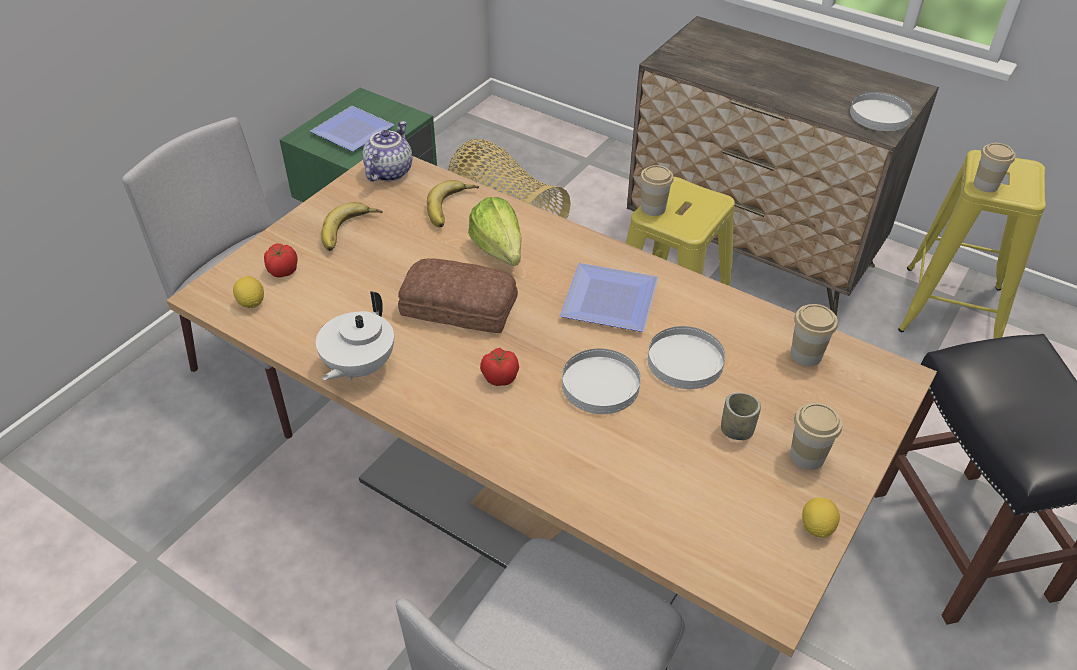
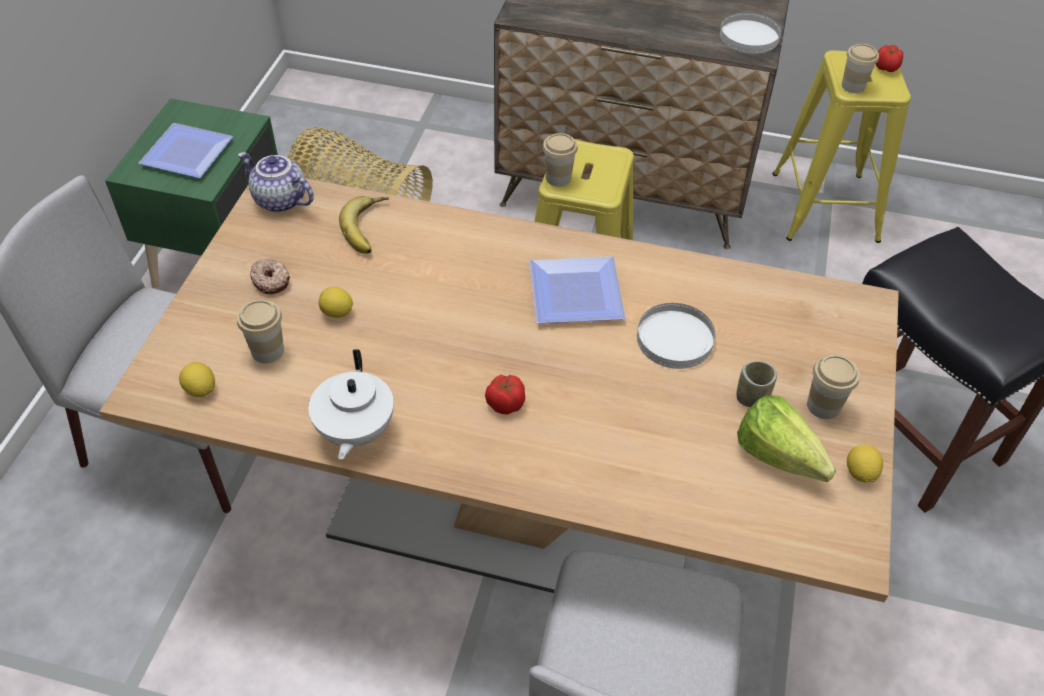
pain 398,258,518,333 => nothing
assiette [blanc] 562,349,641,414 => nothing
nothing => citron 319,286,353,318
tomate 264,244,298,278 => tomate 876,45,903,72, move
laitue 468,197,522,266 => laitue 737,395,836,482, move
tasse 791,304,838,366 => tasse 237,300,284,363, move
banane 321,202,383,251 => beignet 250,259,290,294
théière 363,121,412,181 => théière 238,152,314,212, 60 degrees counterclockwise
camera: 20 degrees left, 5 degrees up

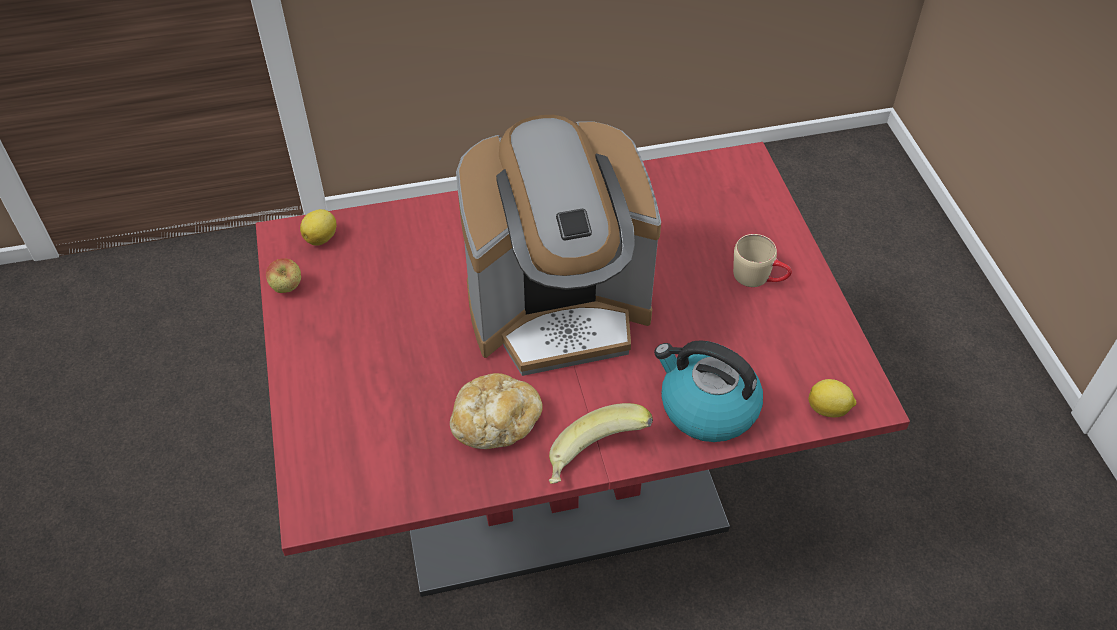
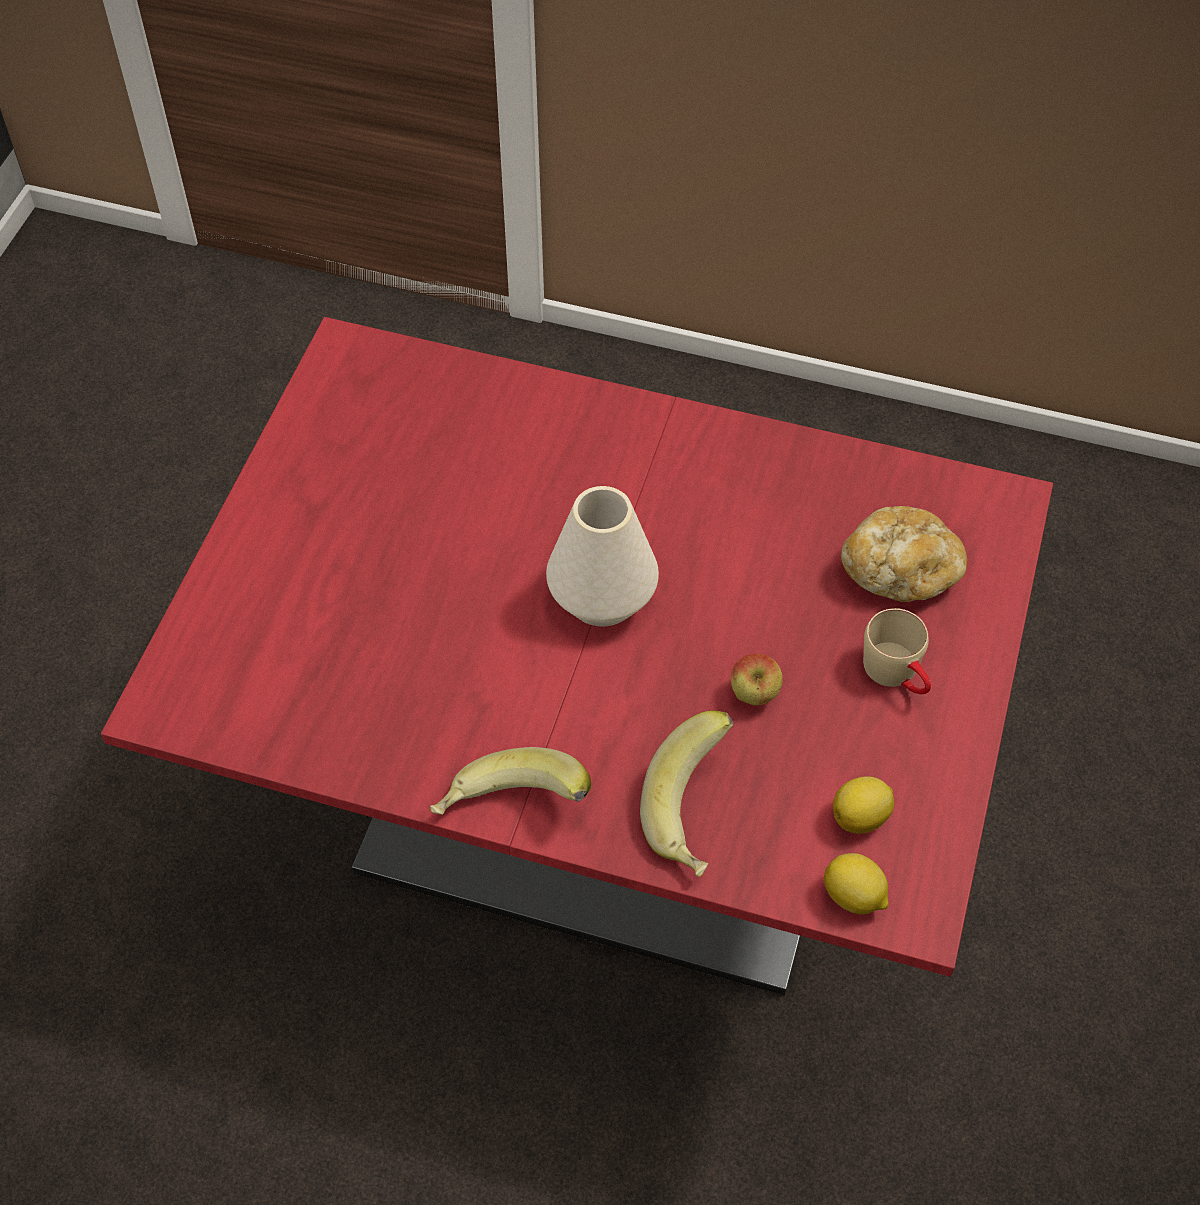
pomme 266,258,301,293 => pomme 731,654,783,705, move
citron 300,209,337,246 => citron 833,776,894,834, move
pain 450,373,543,449 => pain 841,506,967,602, move
machine à café 456,115,661,376 => vase [blanc] 546,486,659,626
bouilloire 654,340,763,442 => banane 640,710,733,877
camera: 30 degrees right, 5 degrees up

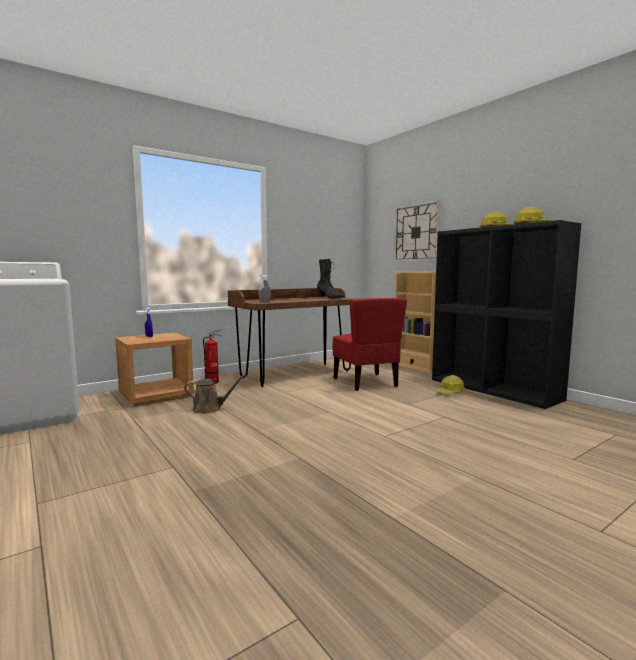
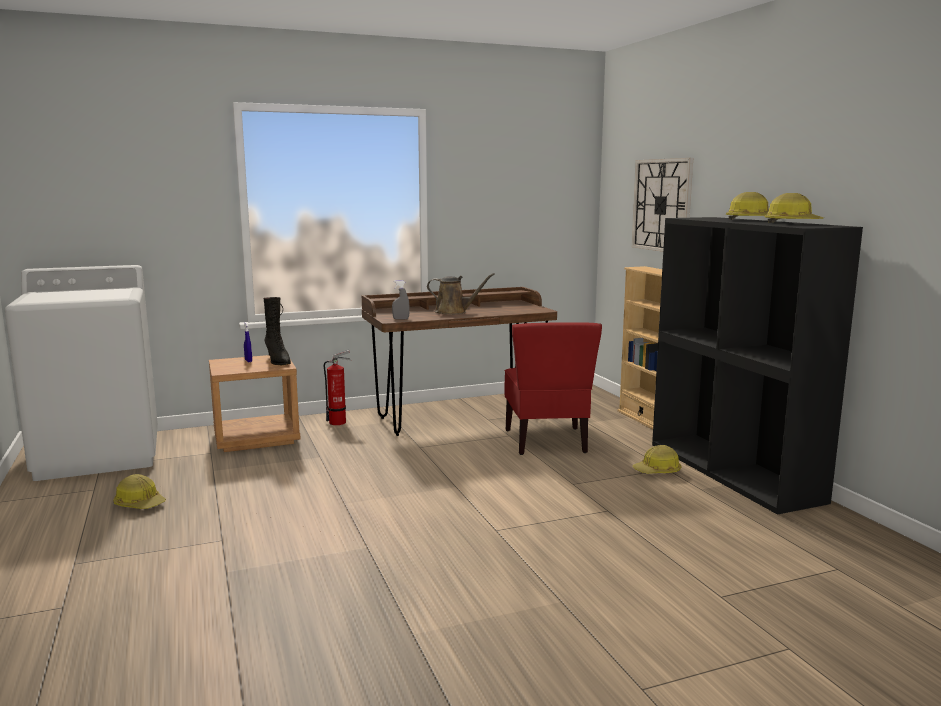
nothing => casque de chantier 113,474,166,509
arrosoir [marron] 184,375,245,414 => arrosoir [marron] 427,273,495,315, move
botte [noir] 317,259,344,299 => botte [noir] 263,297,291,365, move
camera: 15 degrees right, 5 degrees up

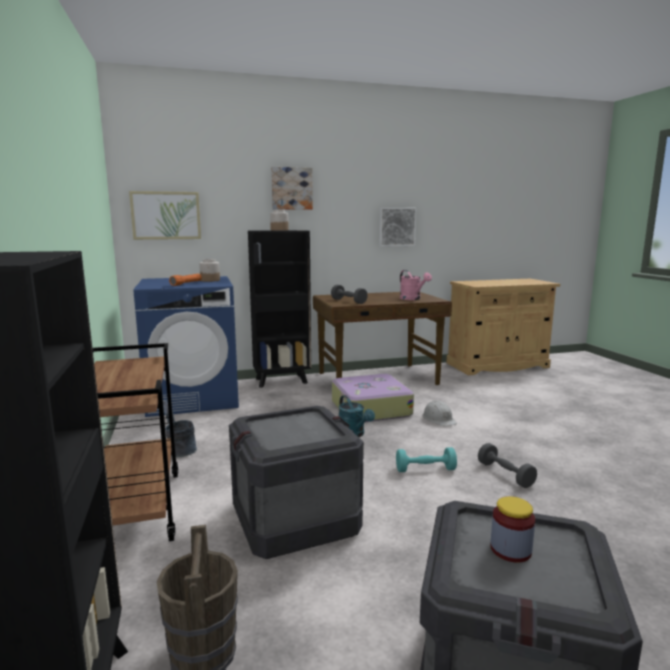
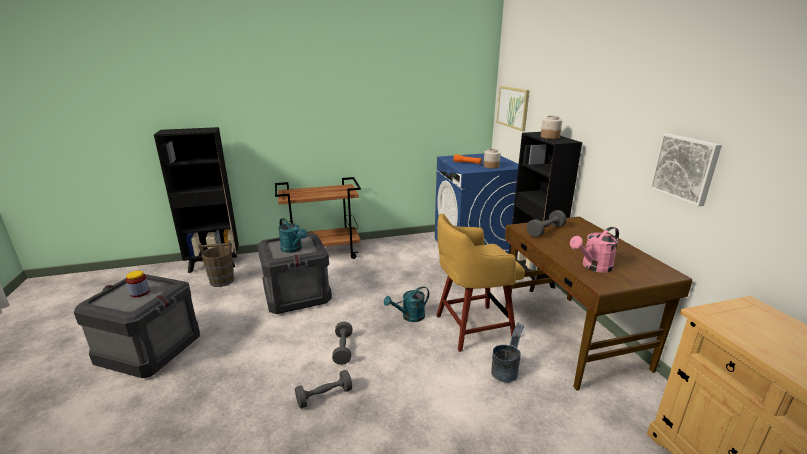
tableau 271,167,313,210 => nothing
casque de chantier [blanc] 422,401,457,426 => nothing
nothing => arrosoir [turquoise] 278,218,307,253
seau [gris] 163,400,197,457 => seau [gris] 491,322,524,383, move
valise 332,374,414,422 => tabouret [jaune] 436,213,525,352
haltère [turquoise] 396,447,457,472 => haltère [gris] 332,322,353,365
camera: 90 degrees right, 10 degrees up

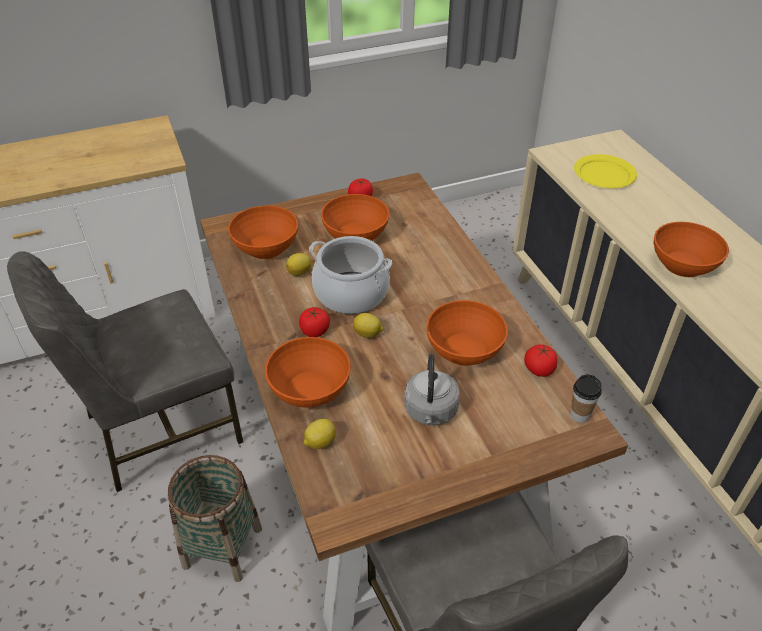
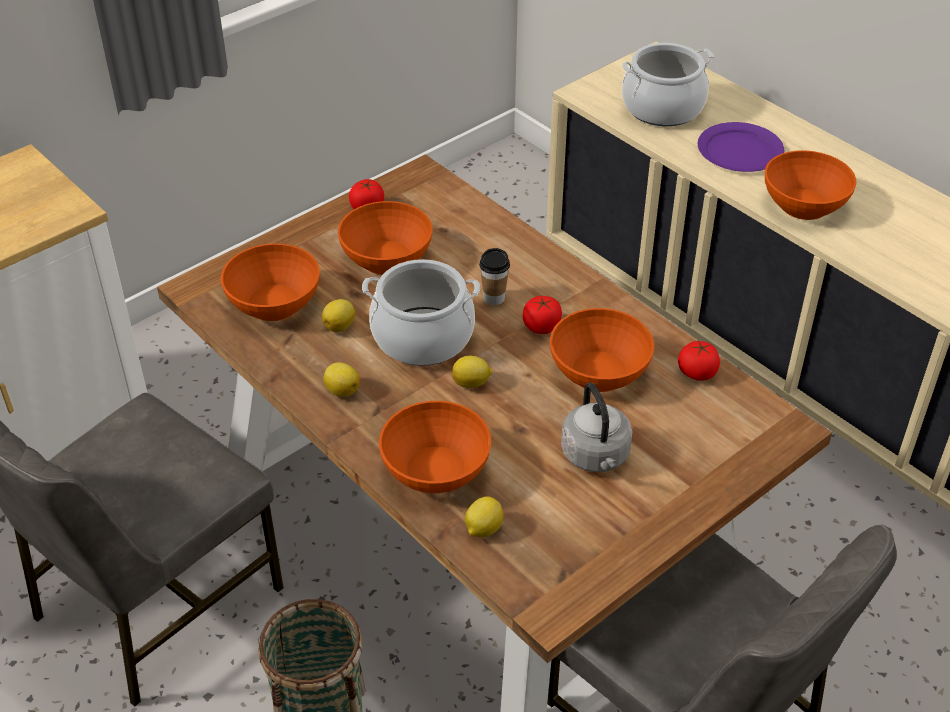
nothing => citron 323,362,360,397
nothing => assiette [violet] 698,122,784,172
tomate 299,307,330,337 => tomate 523,296,562,334, move
tasse 570,375,602,423 => tasse 479,248,510,305, move
assiette [jaune] 574,154,637,188 => marmite 622,43,714,126
camera: 20 degrees left, 0 degrees up

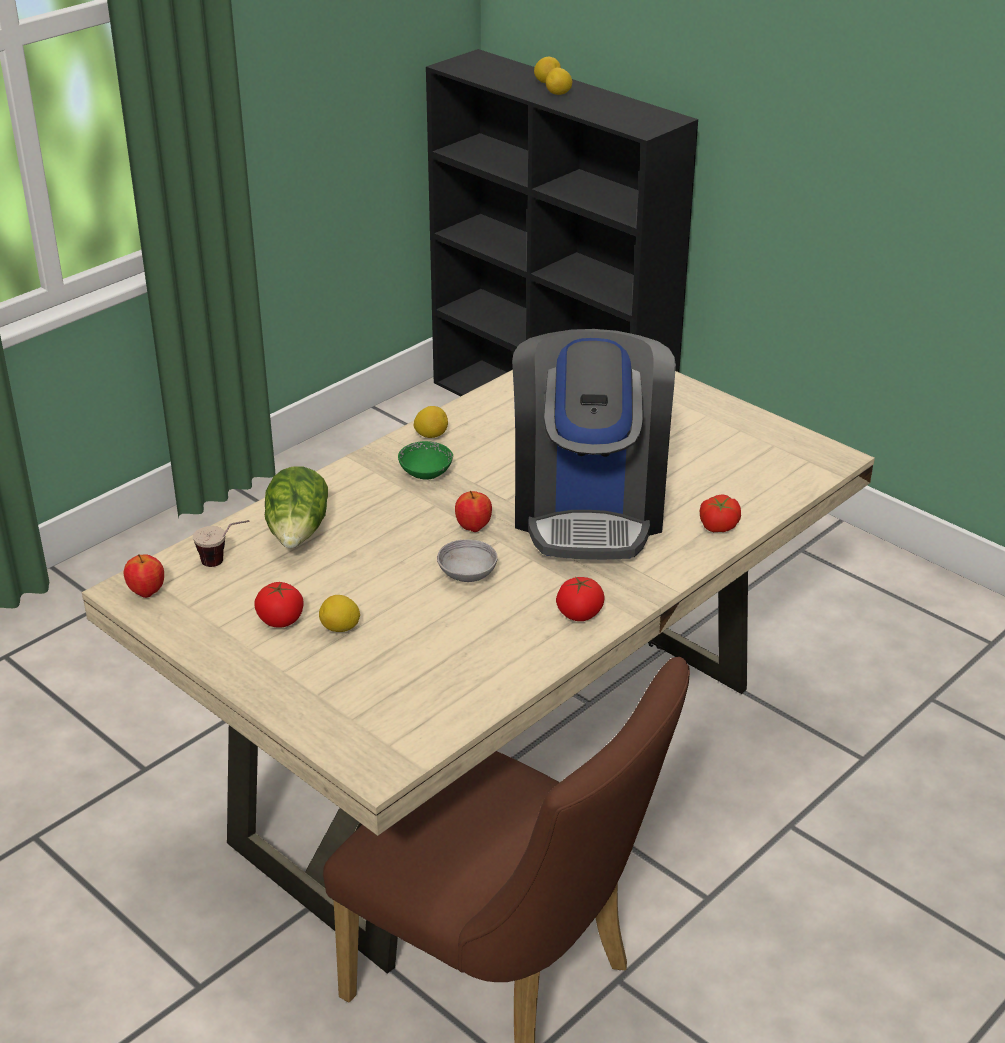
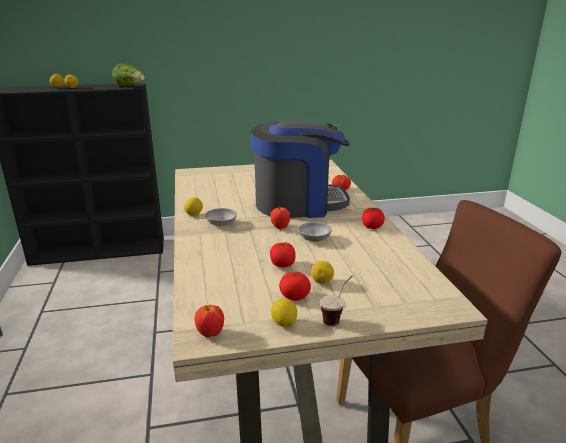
nothing => tomate 270,242,295,267
nothing => citron 271,298,297,327
tasse 193,520,249,567 => tasse 320,276,352,326, move
laitue 265,466,328,548 => laitue 112,64,145,86, move
bol [vert] 398,441,453,480 => bol [gris] 205,208,237,226
machine à café 512,329,676,560 => machine à café 251,121,350,218, 45 degrees counterclockwise
camera: 55 degrees left, 10 degrees down

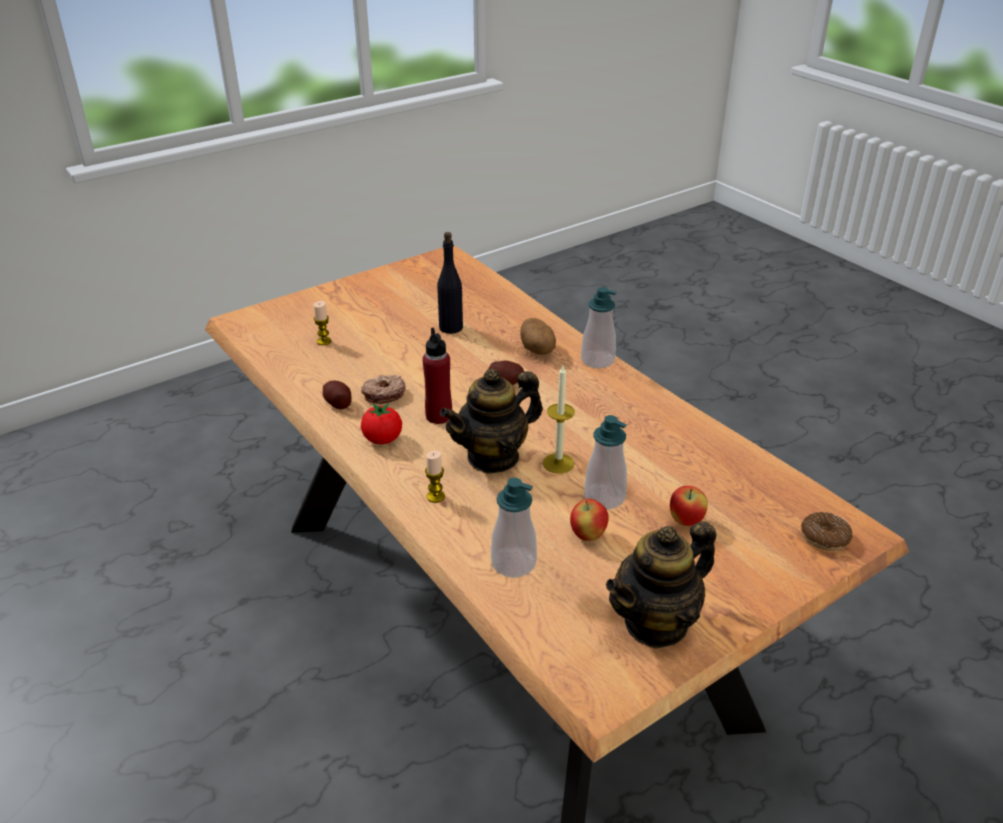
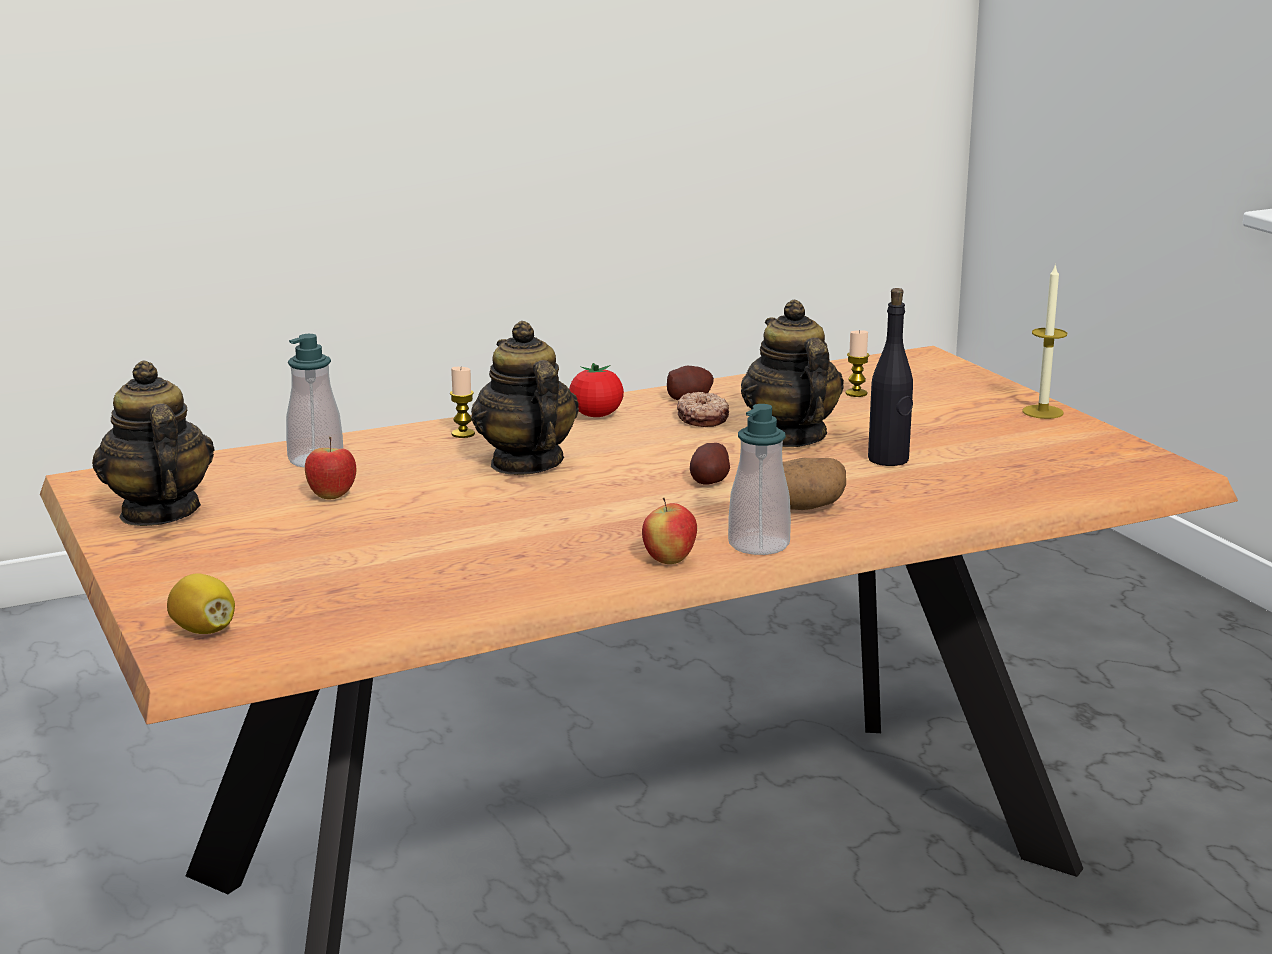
bouteille [rouge] 423,327,452,424 => nothing
distributeur de savon 584,415,627,510 => nothing
nothing => théière 741,300,844,447
bougie 543,365,575,474 => bougie 1022,263,1067,419, move
pomme 670,486,708,526 => pomme 642,498,697,564, move
beignet 801,512,853,551 => citron 167,573,235,634
camera: 100 degrees right, 15 degrees down

